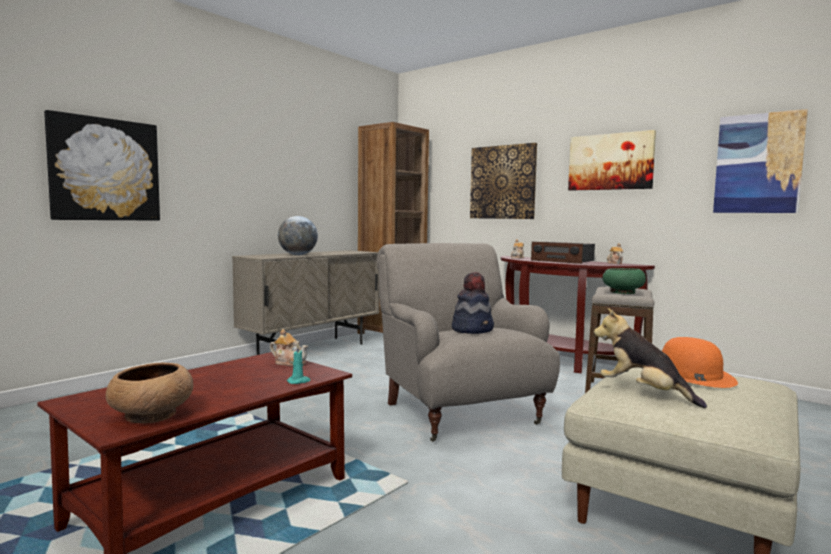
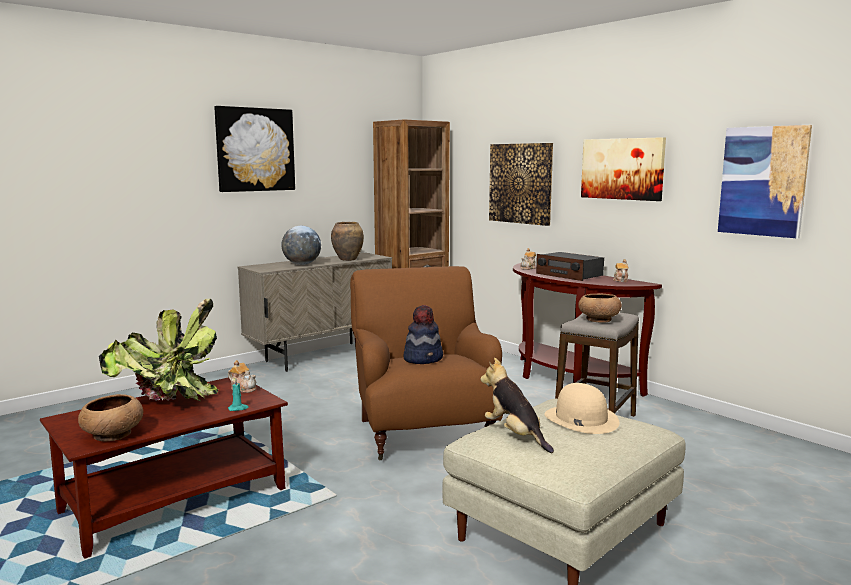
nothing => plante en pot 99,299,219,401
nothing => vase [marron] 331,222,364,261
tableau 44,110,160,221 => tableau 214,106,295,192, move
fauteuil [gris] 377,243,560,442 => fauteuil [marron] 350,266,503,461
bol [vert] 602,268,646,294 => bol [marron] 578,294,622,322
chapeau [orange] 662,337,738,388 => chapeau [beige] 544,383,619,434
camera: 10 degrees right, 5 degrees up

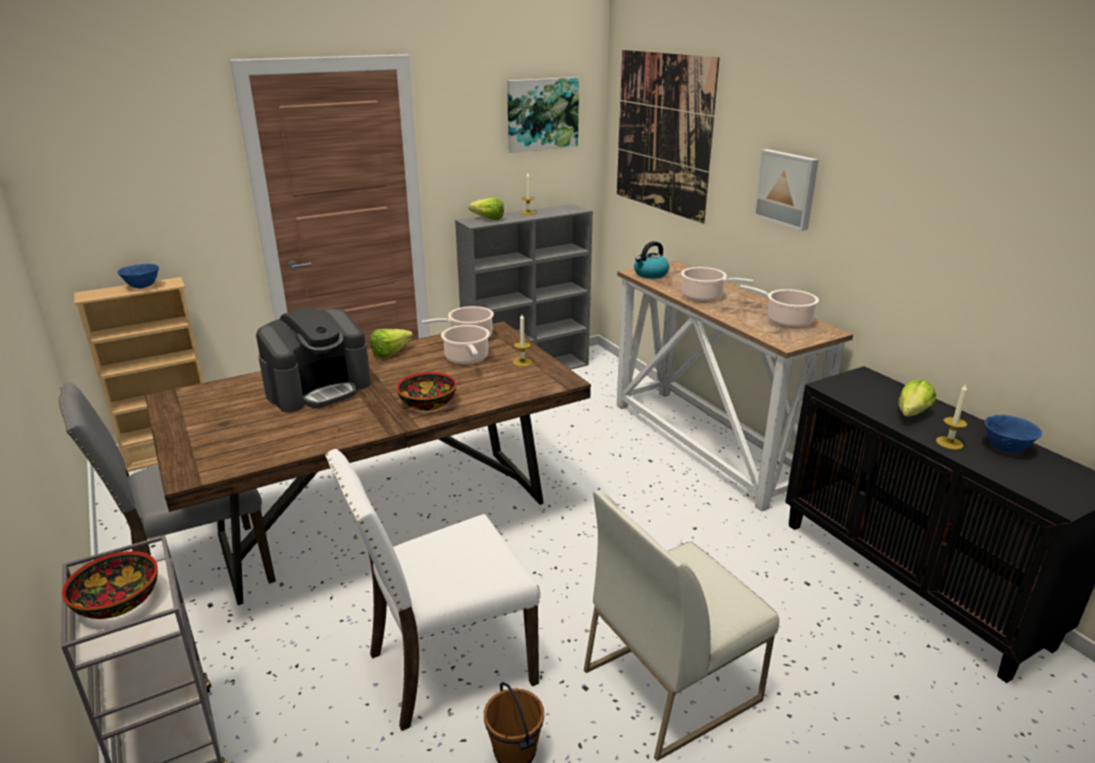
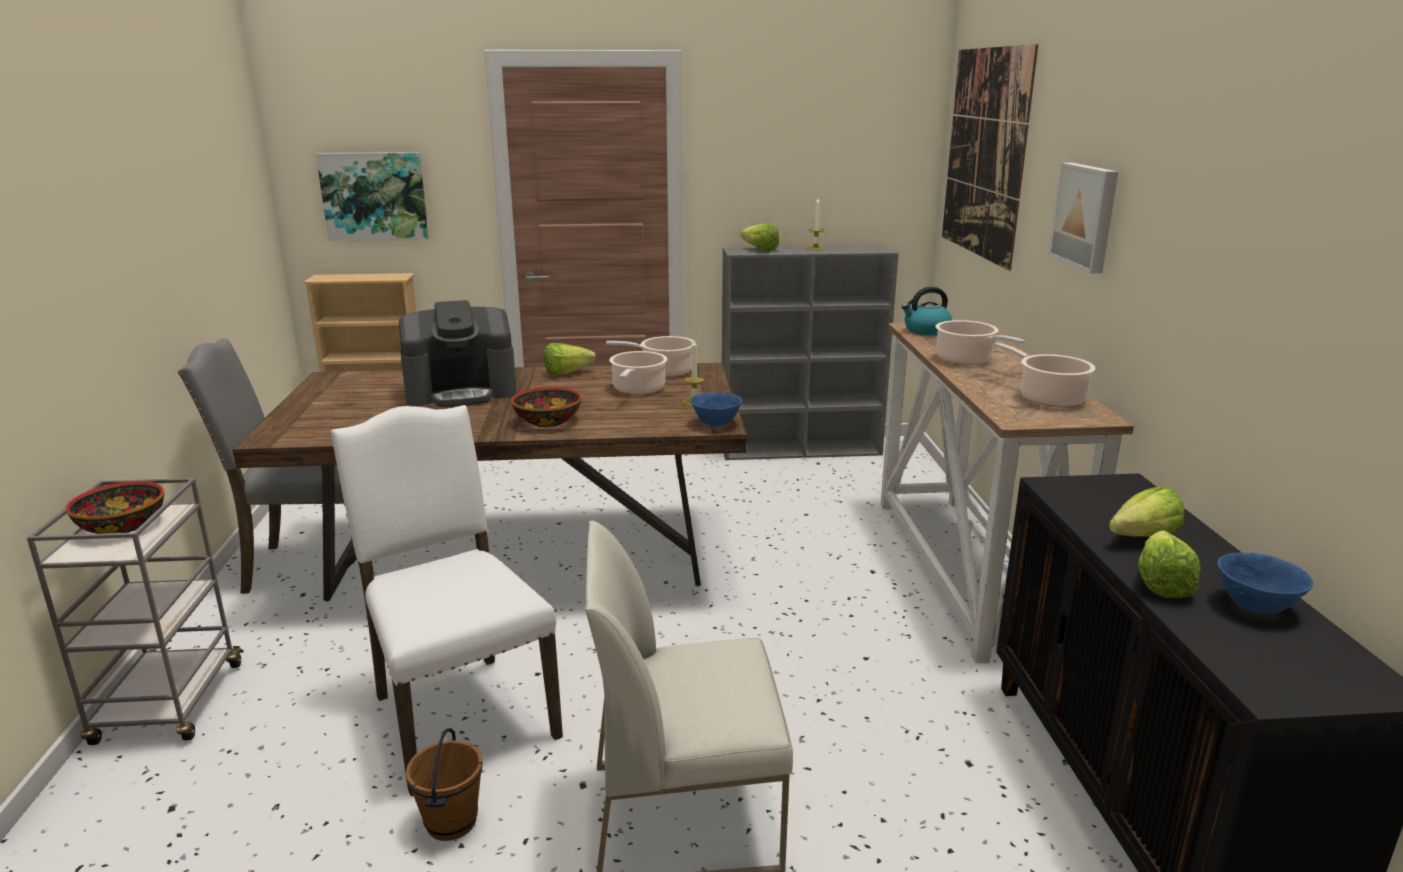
bol [bleu] 117,264,159,289 => bol [bleu] 690,392,743,427, move
tableau 507,77,579,153 => tableau 316,152,429,241, move
bougie 936,384,967,450 => laitue 1138,530,1201,598
chaise [blanc] 325,449,540,731 => chaise [blanc] 330,405,563,796, 60 degrees clockwise
camera: 25 degrees right, 5 degrees down

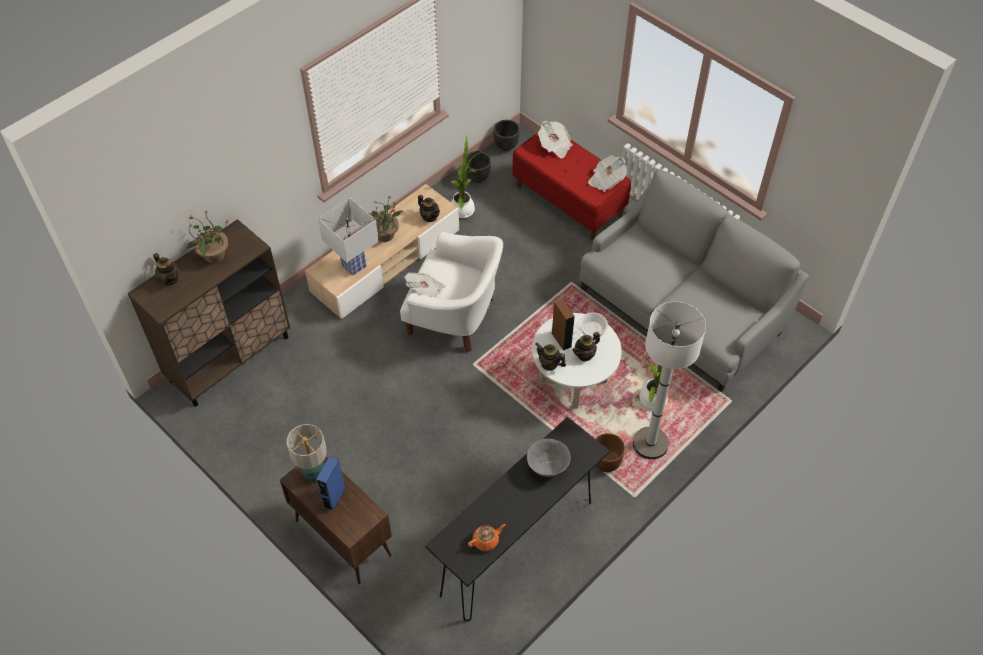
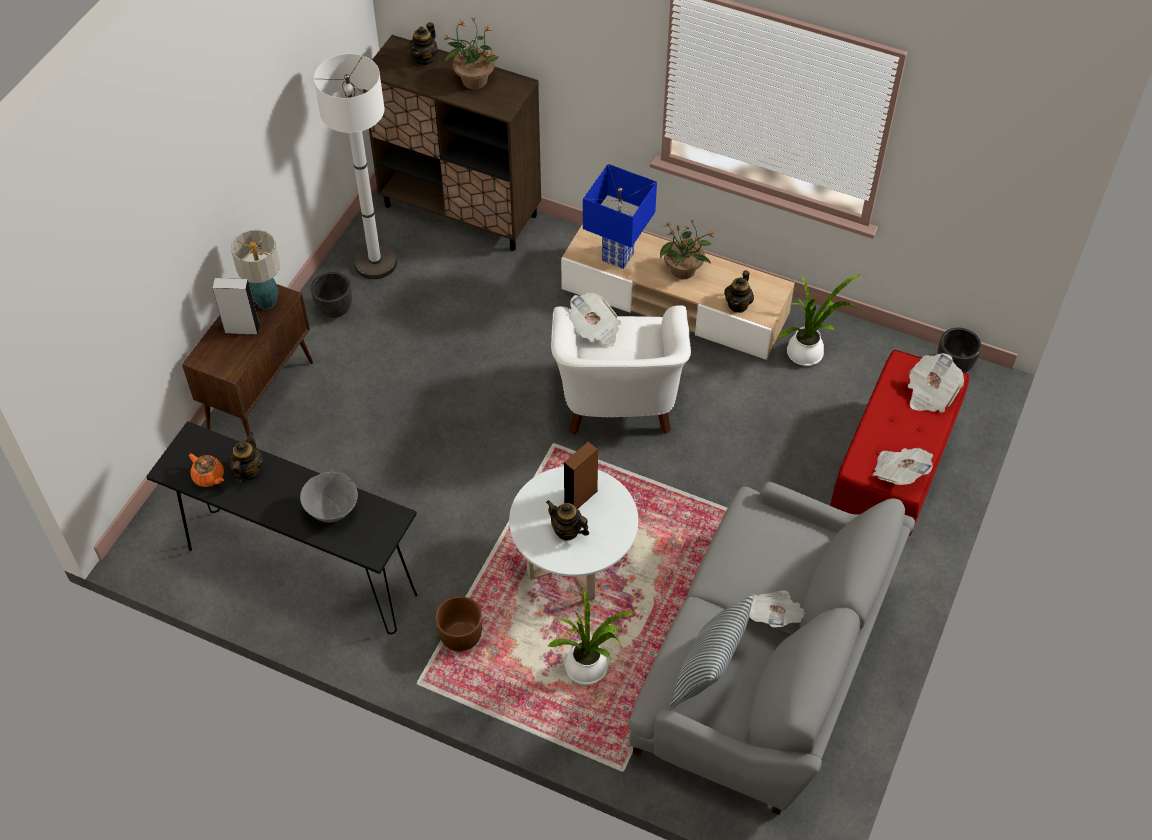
bol 579,312,608,338 => nothing
nothing => coussin 671,595,753,708
nothing => journal 749,590,806,627
cache-pot [noir] 466,151,491,183 => cache-pot [noir] 311,272,352,318, move
théière 536,343,566,371 => théière 228,432,263,484, move
lampadaire [blanc] 633,302,706,459 => lampadaire [blanc] 314,54,397,279, move
enceinte [bleu] 316,457,346,511 => enceinte [gris] 212,278,260,335
lampe de table [blanc] 318,198,379,276 => lampe de table [bleu] 583,164,657,269
camera: 70 degrees right, 0 degrees up

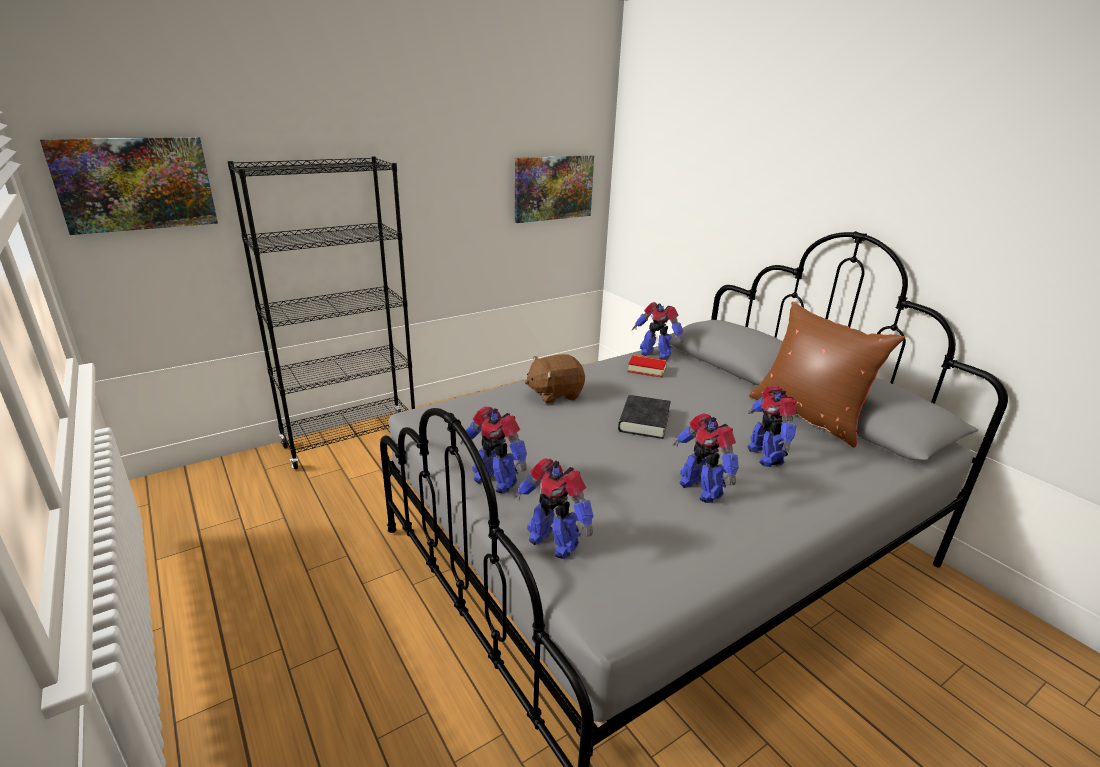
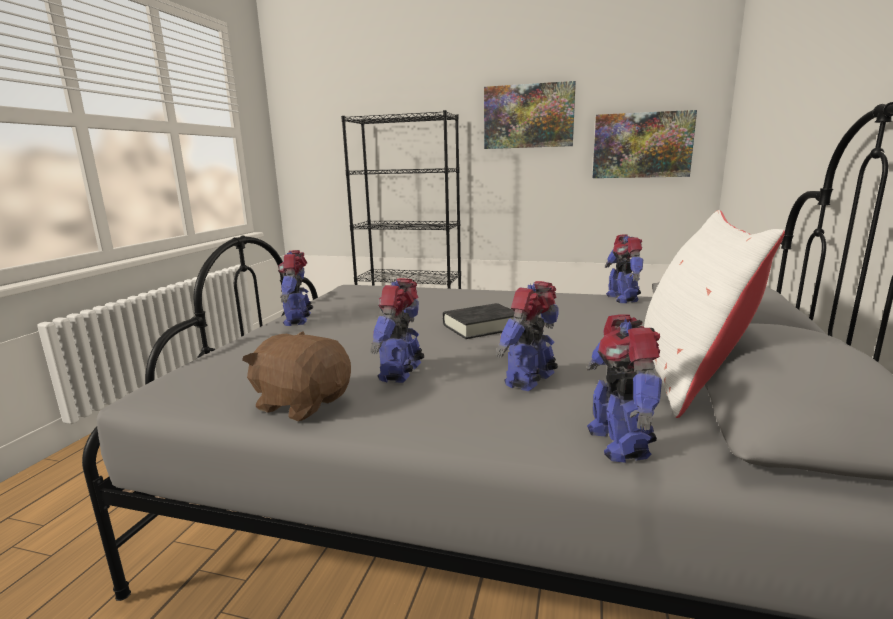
livre 628,355,667,378 => nothing
tableau 40,137,218,235 => tableau 484,81,576,149, move
robot jouet 514,458,594,559 => robot jouet 587,314,662,463, move
peluche [marron] 525,354,585,404 => peluche [marron] 242,331,351,422, move
coussin [marron] 749,302,905,448 => coussin [blanc] 644,210,785,418
camera: 50 degrees right, 10 degrees down

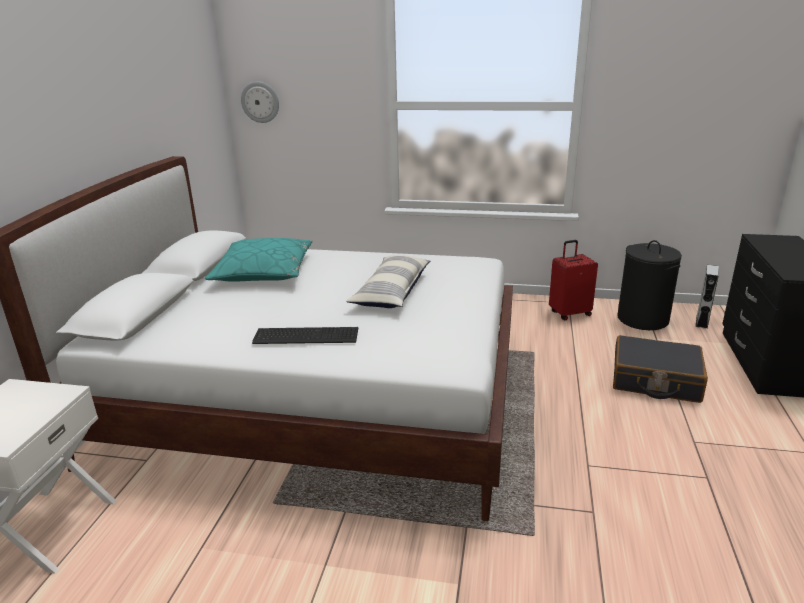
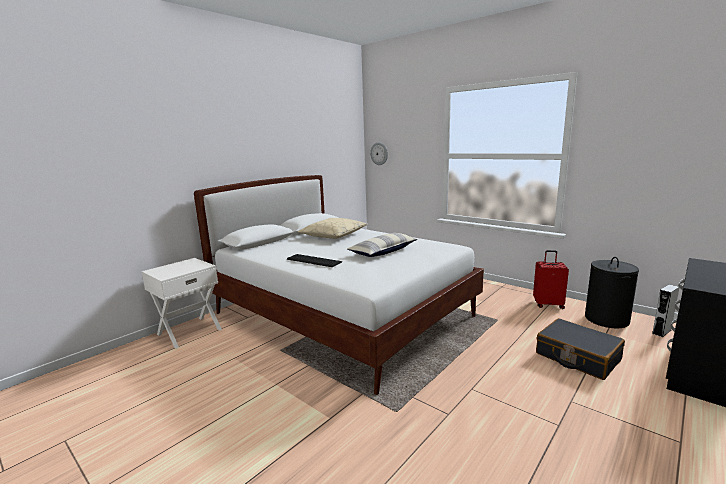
coussin [turquoise] 205,238,312,282 => coussin [beige] 298,218,367,239
camera: 30 degrees right, 10 degrees down

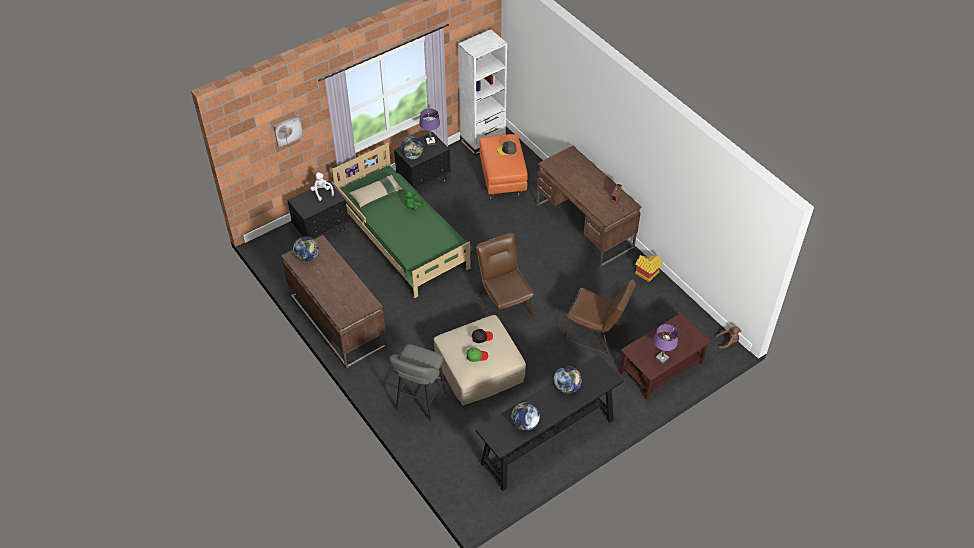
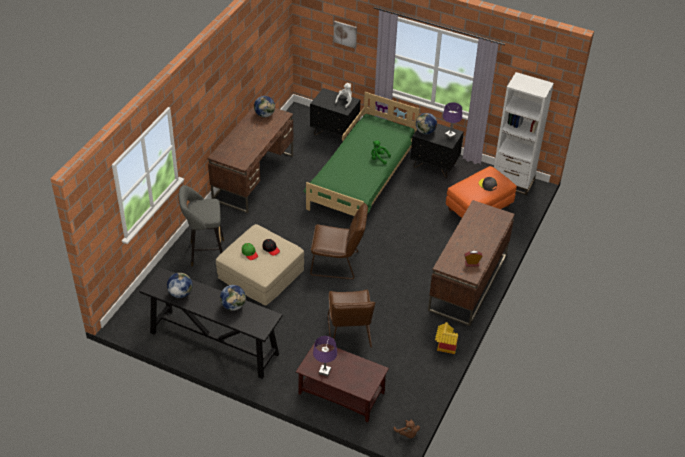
coussin [beige] 349,175,403,208 => nothing
chaise [marron] 476,233,534,319 => chaise [marron] 310,203,368,279, 60 degrees clockwise
camera: 60 degrees right, 5 degrees down

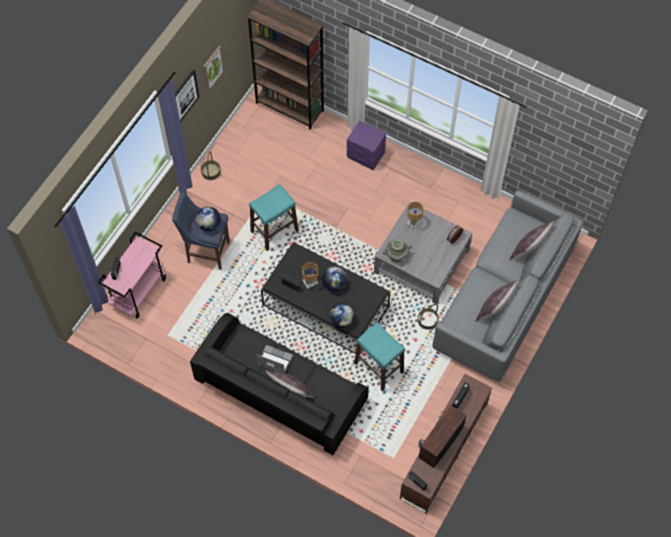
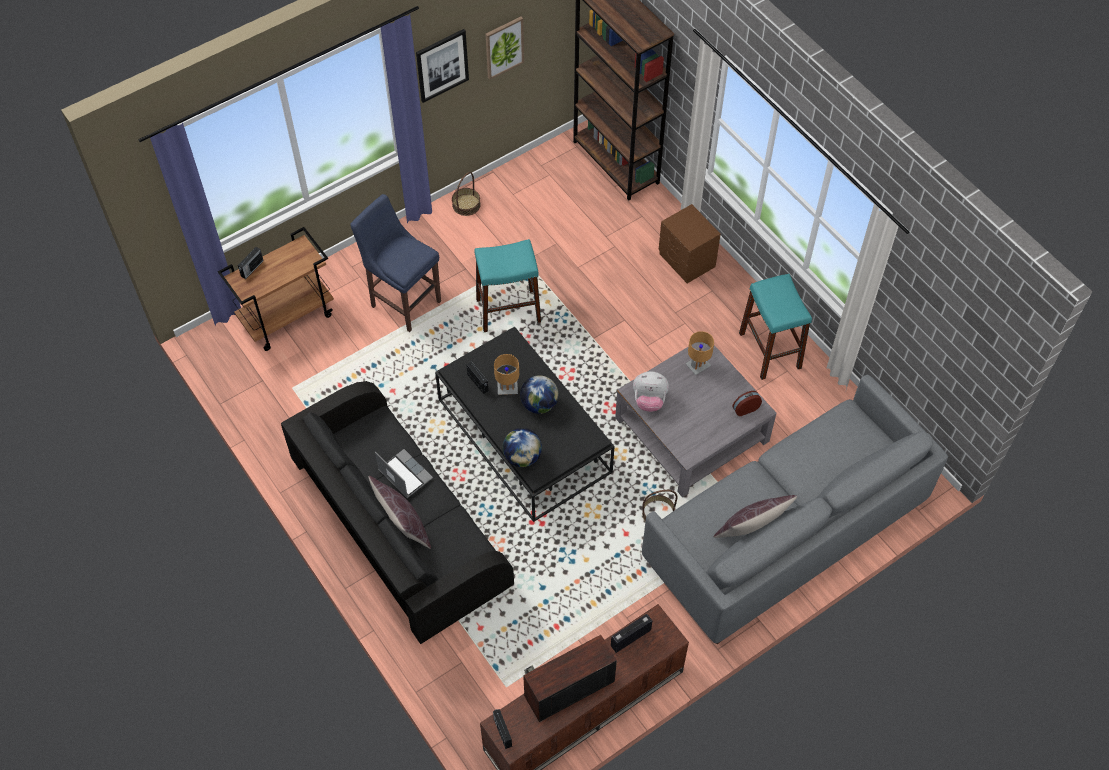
globe 196,206,221,231 => nothing
coussin [marron] 509,221,553,261 => nothing
tabouret [turquoise] 354,322,405,391 => tabouret [turquoise] 739,274,812,380, move
vase [turquoise] 383,239,412,262 => peluche 633,371,669,412
chariot [rose] 98,232,166,319 => chariot [marron] 218,227,334,351
table de chevet [violet] 347,121,386,170 => table de chevet [marron] 658,204,721,283
camera: 25 degrees right, 5 degrees down

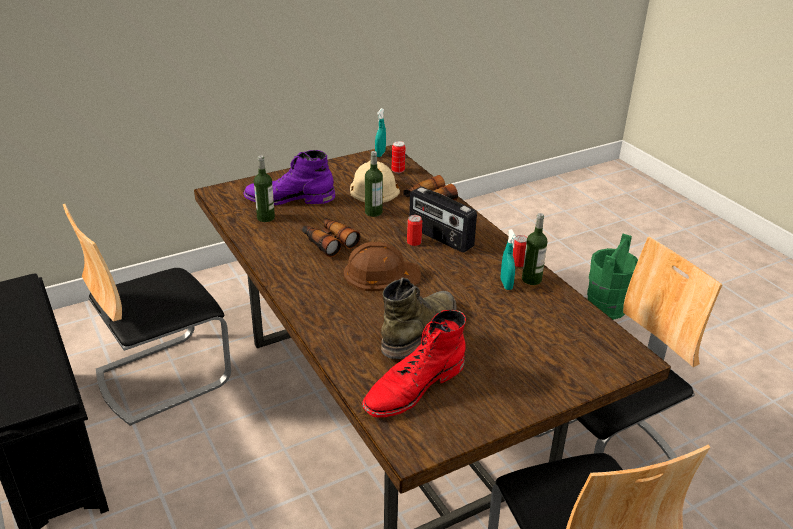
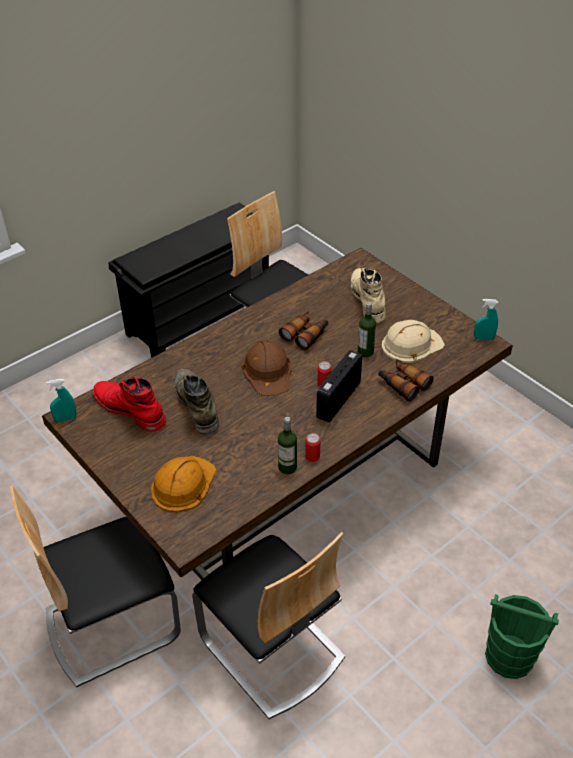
bouteille 254,155,275,222 => nothing
boîte métallique 392,141,405,173 => nothing
nothing => casque de chantier [orange] 151,456,216,512
vaporisateur [turquoise] 500,229,516,290 => vaporisateur [turquoise] 46,379,76,422, move
botte [violet] 244,150,335,205 => botte [beige] 351,268,386,323
botte [vert] 381,277,457,359 => botte [vert] 174,369,219,434, 135 degrees counterclockwise
camera: 80 degrees right, 10 degrees up

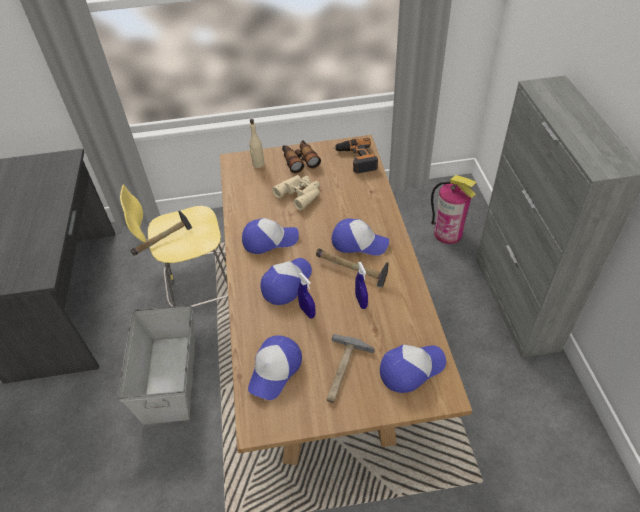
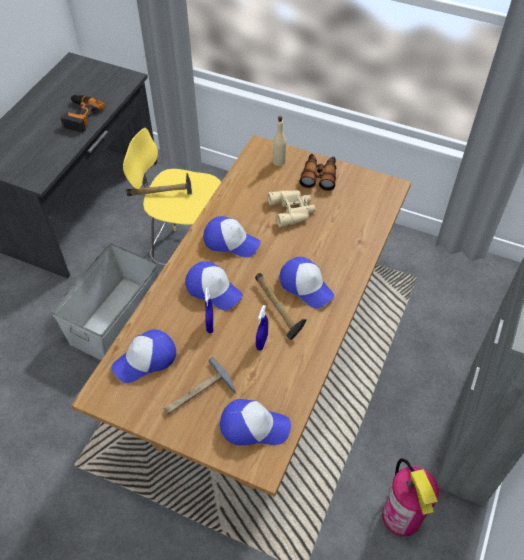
perceuse 334,138,378,174 => perceuse 60,95,105,133, move
extincteur 431,175,477,244 => extincteur 382,458,439,536, move
casquette 260,258,312,305 => casquette 185,261,243,310, 60 degrees clockwise
camera: 30 degrees right, 5 degrees up

